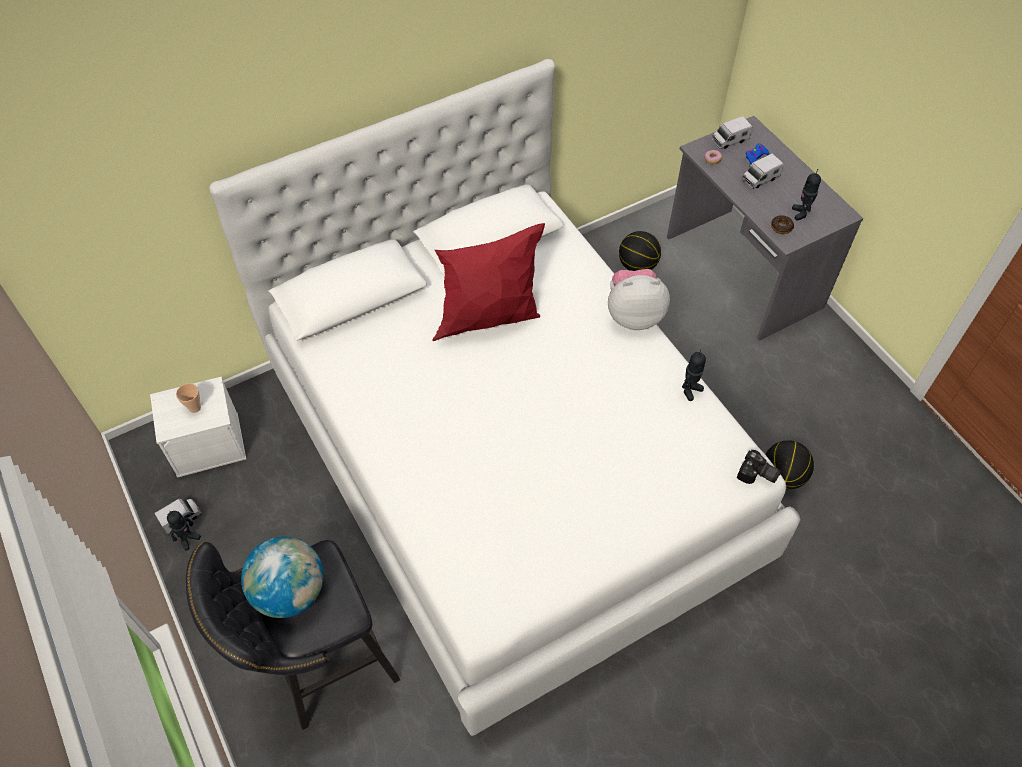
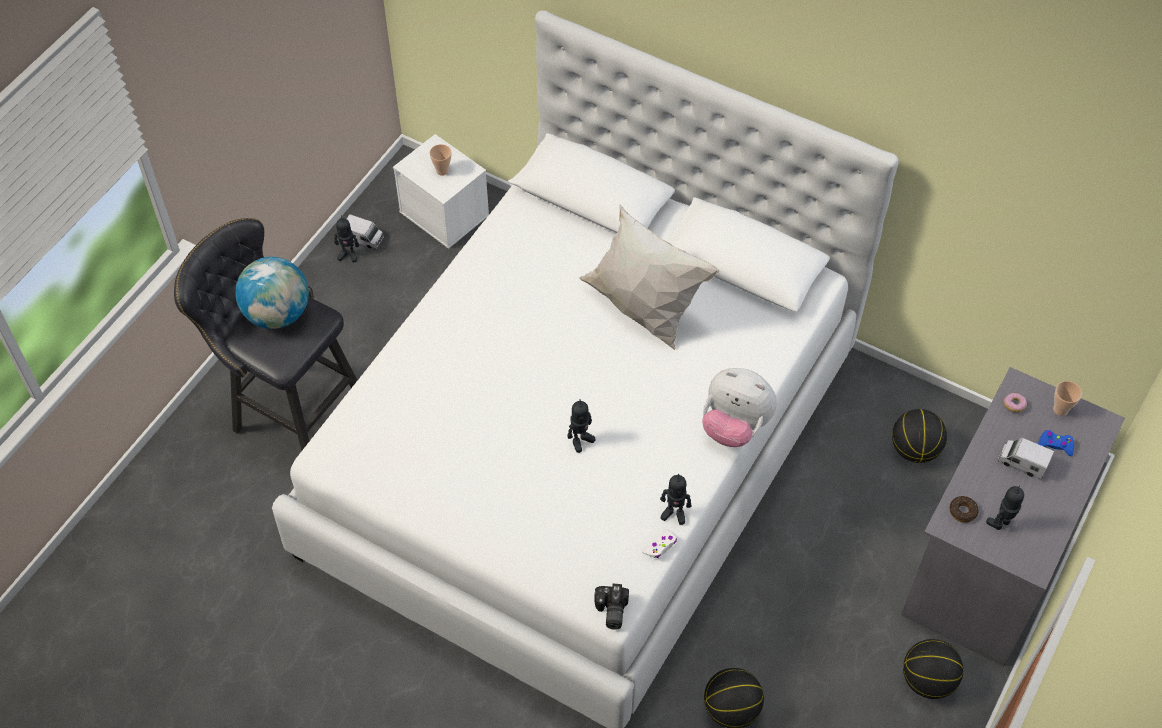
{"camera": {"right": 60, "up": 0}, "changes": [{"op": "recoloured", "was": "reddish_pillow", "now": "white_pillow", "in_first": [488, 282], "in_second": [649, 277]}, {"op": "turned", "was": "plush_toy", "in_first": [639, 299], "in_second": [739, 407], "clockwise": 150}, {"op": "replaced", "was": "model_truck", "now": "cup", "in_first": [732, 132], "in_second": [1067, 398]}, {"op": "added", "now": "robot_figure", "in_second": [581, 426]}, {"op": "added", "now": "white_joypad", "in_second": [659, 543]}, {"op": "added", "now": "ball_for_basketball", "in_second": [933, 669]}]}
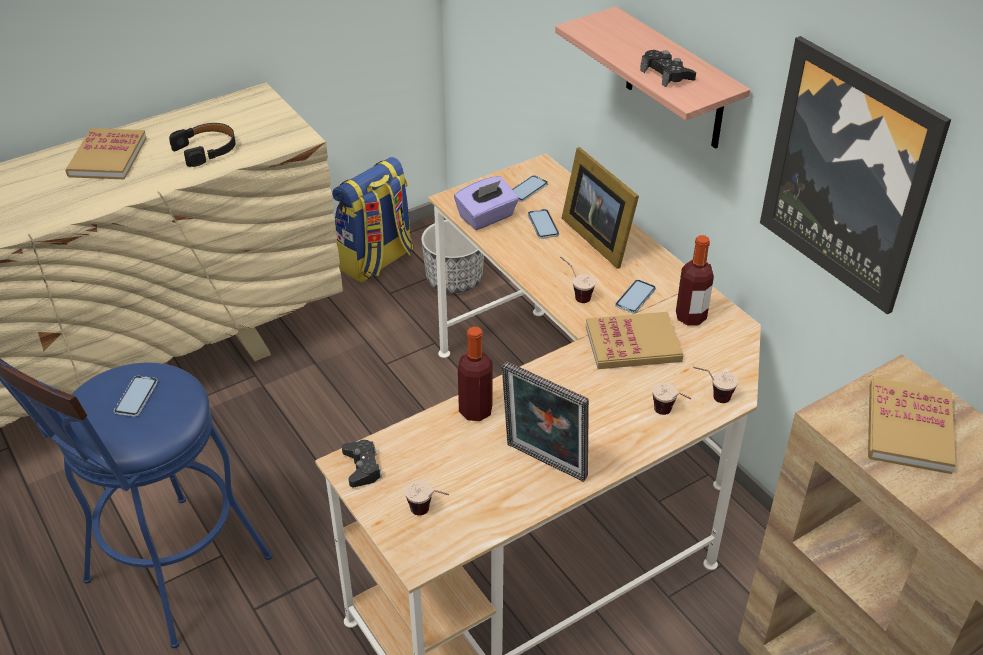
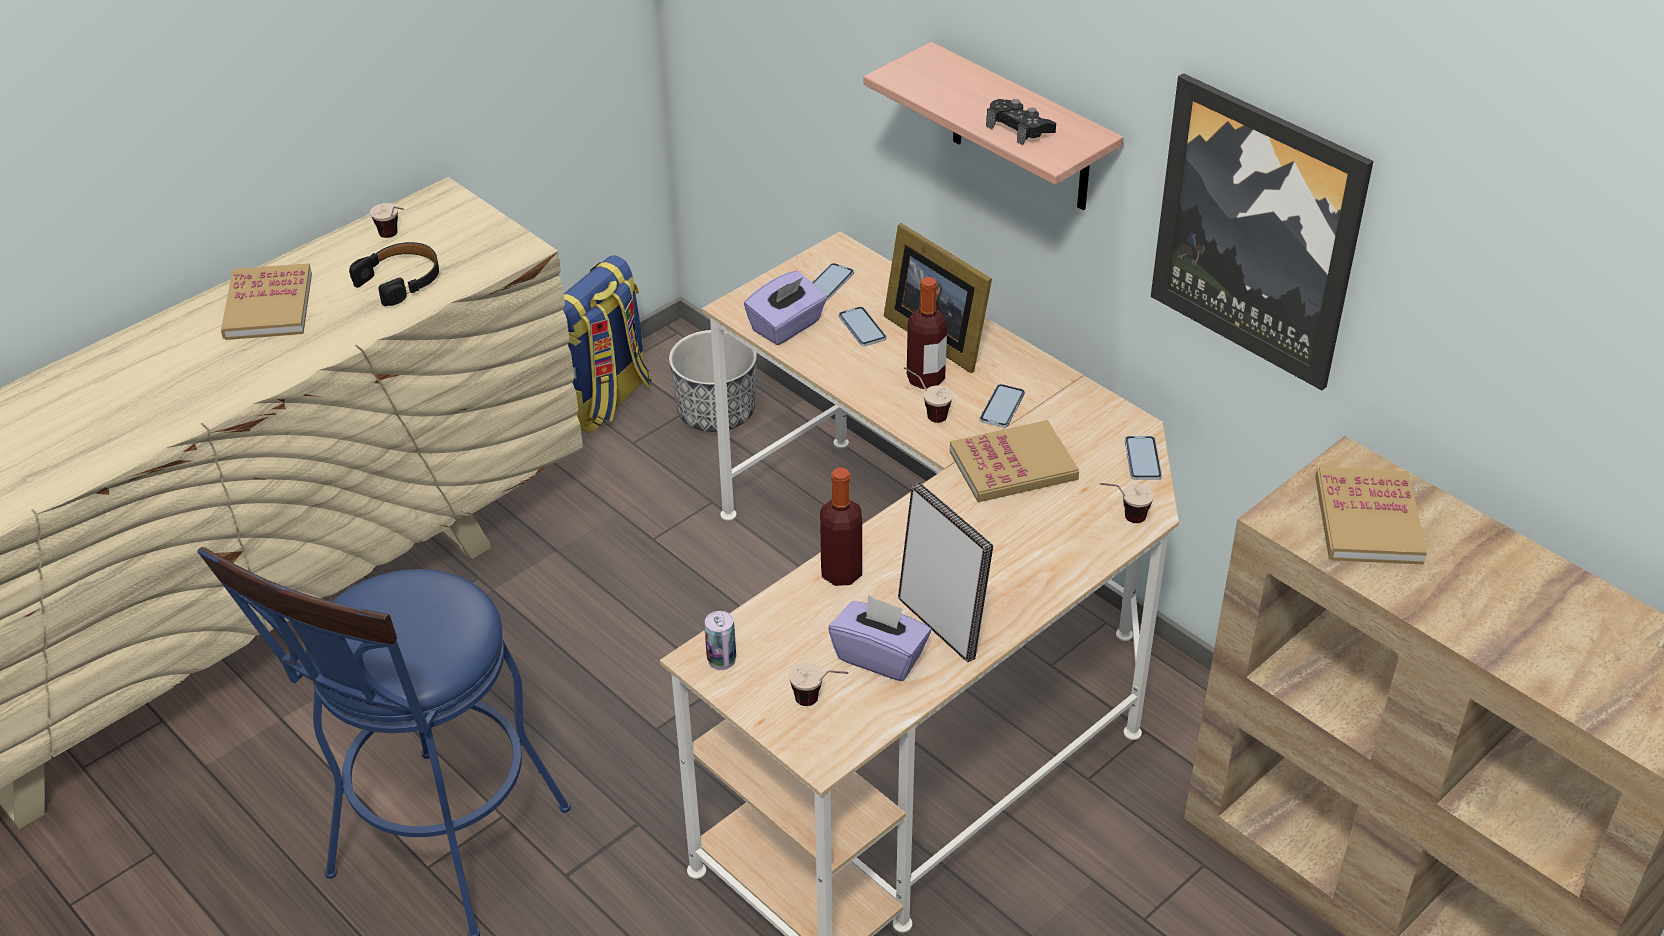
{"camera": {"right": -10, "up": 0}, "changes": [{"op": "moved", "was": "telephone", "in_first": [136, 396], "in_second": [1143, 458]}, {"op": "replaced", "was": "black-coloured_joypad", "now": "metal_can", "in_first": [362, 463], "in_second": [720, 640]}, {"op": "turned", "was": "standing_frame", "in_first": [545, 421], "in_second": [945, 572], "clockwise": -150}, {"op": "moved", "was": "cup", "in_first": [671, 399], "in_second": [387, 220]}, {"op": "moved", "was": "bottle", "in_first": [695, 280], "in_second": [927, 333]}, {"op": "added", "now": "purple_box_of_tissues", "in_second": [880, 638]}]}
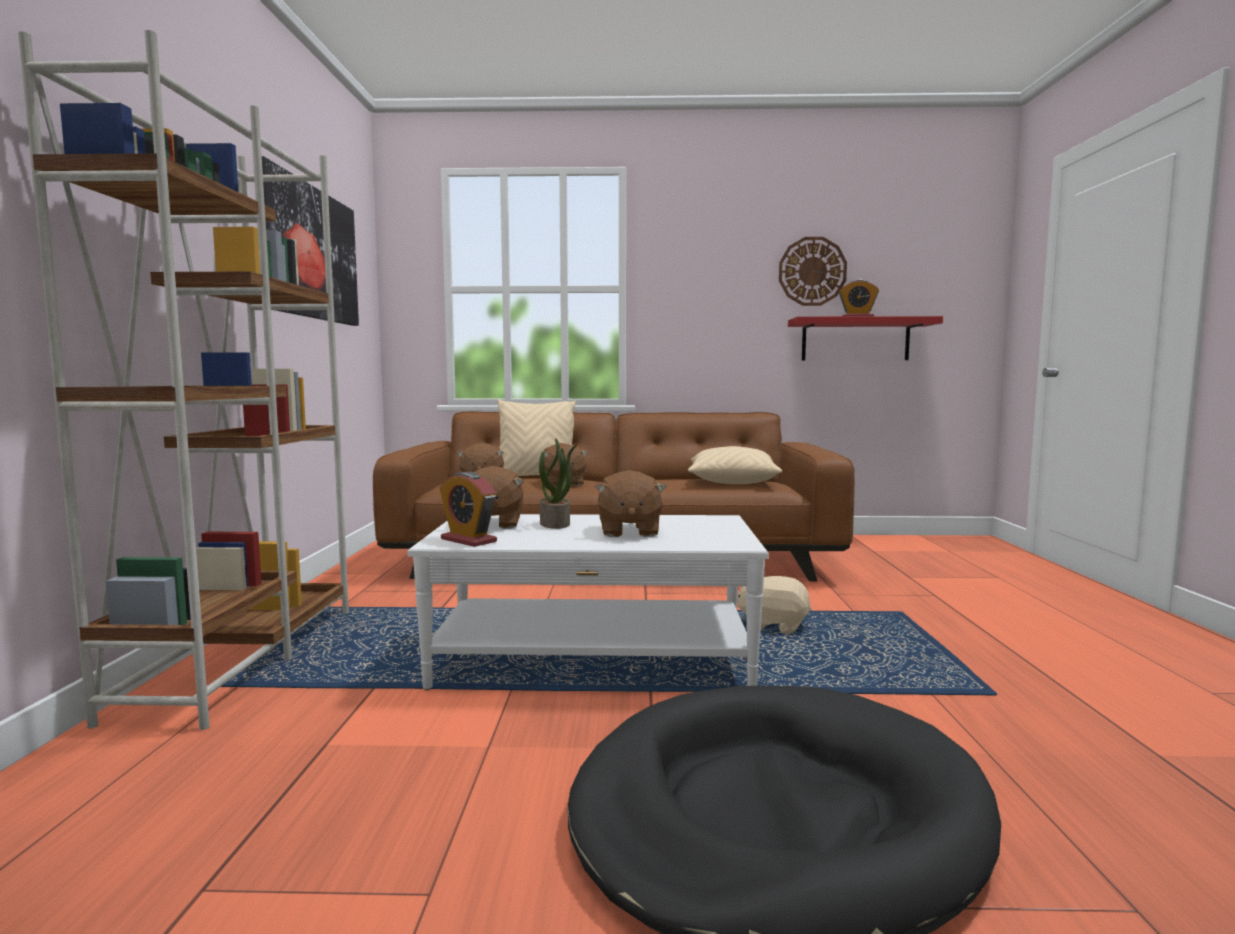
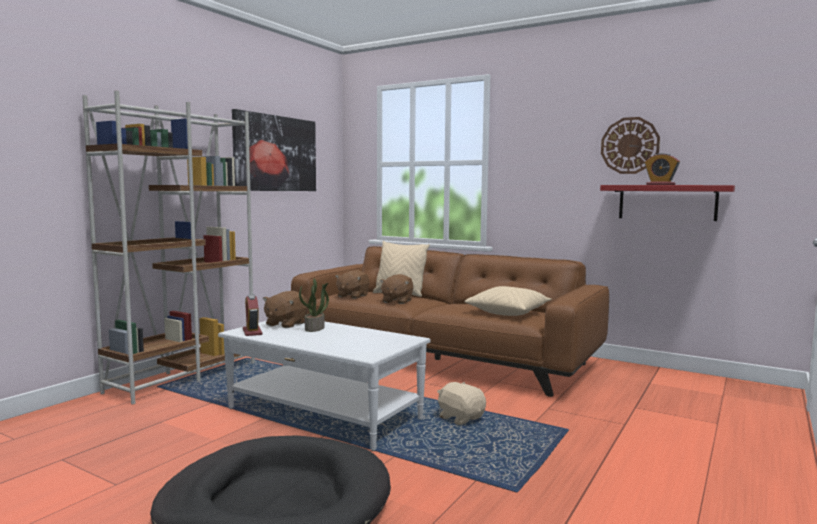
{"camera": {"right": 30, "up": 0}, "changes": [{"op": "removed", "was": "brown-coloured_plush_toy", "in_first": [631, 503]}]}
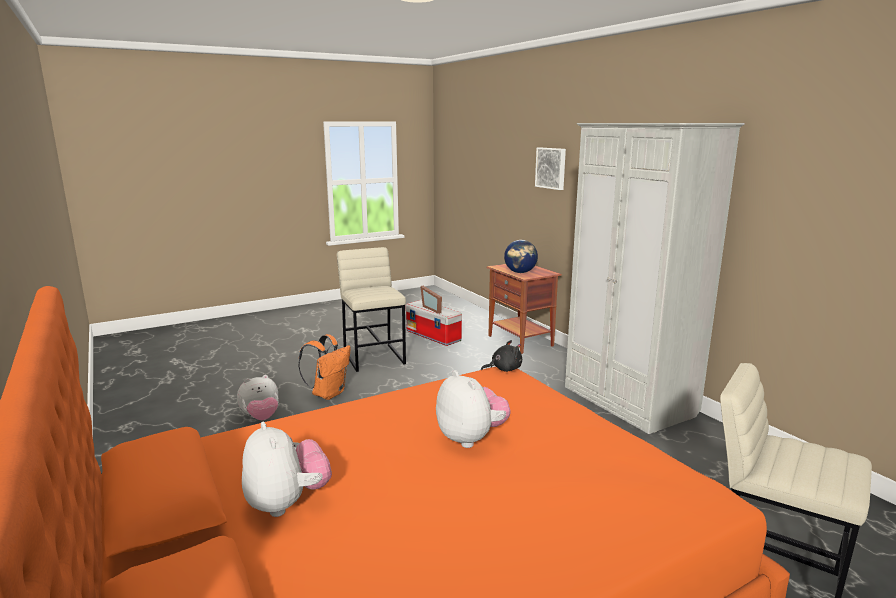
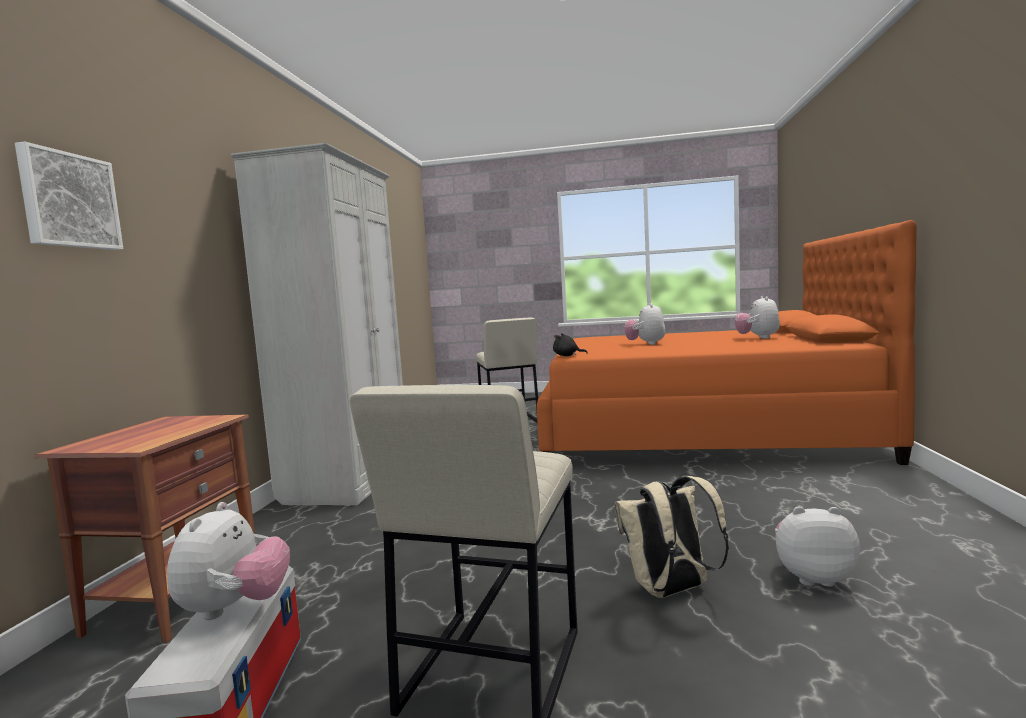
{"camera": {"right": -140, "up": -10}, "changes": [{"op": "recoloured", "was": "orange-coloured_knapsack", "now": "sand-coloured_knapsack", "in_first": [324, 367], "in_second": [672, 537]}, {"op": "replaced", "was": "standing_frame", "now": "plush_toy", "in_first": [431, 300], "in_second": [228, 561]}, {"op": "removed", "was": "globe", "in_first": [521, 256]}]}
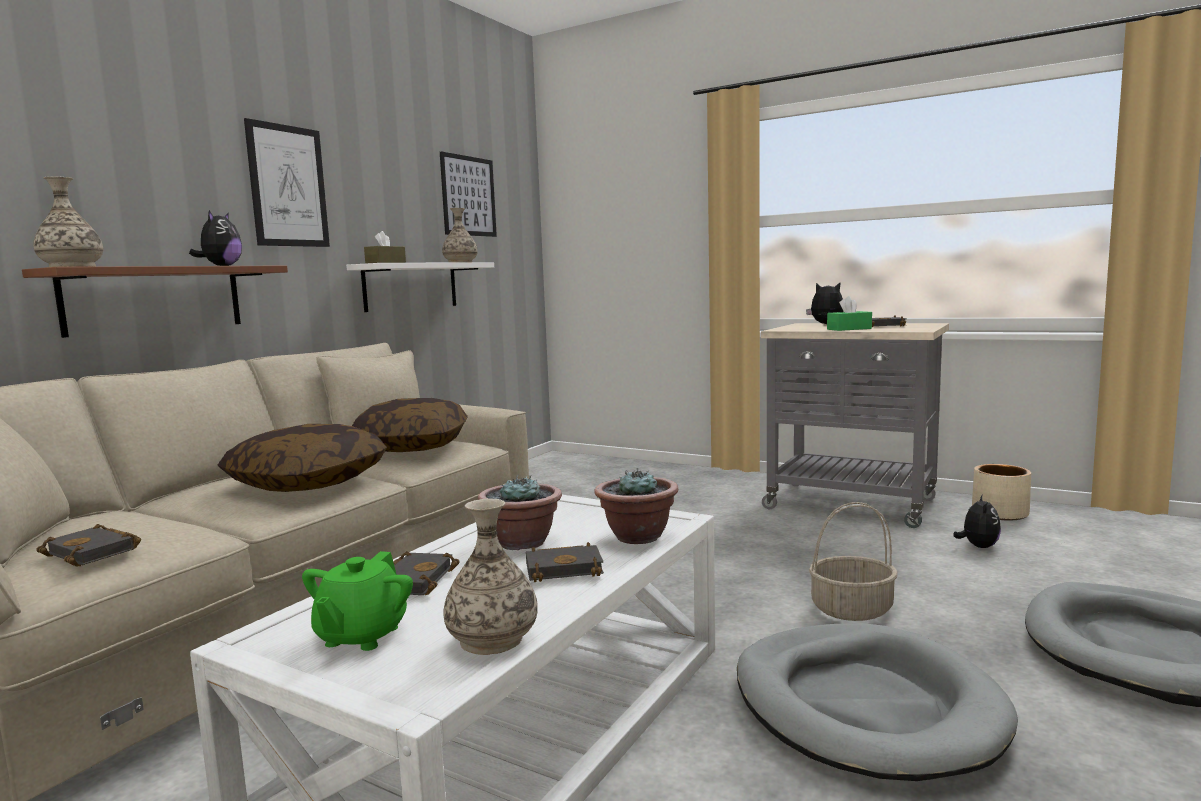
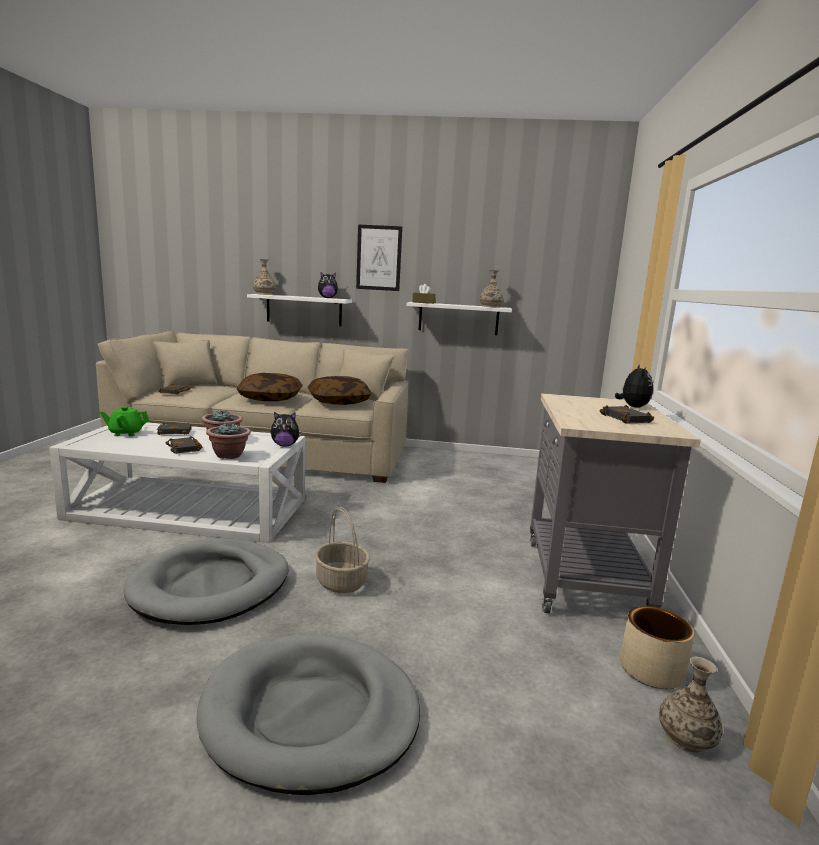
{"camera": {"right": 65, "up": 5}, "changes": [{"op": "recoloured", "was": "brown-coloured_shelf", "now": "white_shelf", "in_first": [155, 302], "in_second": [299, 310]}, {"op": "removed", "was": "picture", "in_first": [468, 194]}, {"op": "moved", "was": "vase", "in_first": [491, 577], "in_second": [691, 705]}, {"op": "removed", "was": "greenish_box_of_tissues", "in_first": [849, 313]}, {"op": "moved", "was": "plush_toy", "in_first": [977, 521], "in_second": [286, 429]}]}
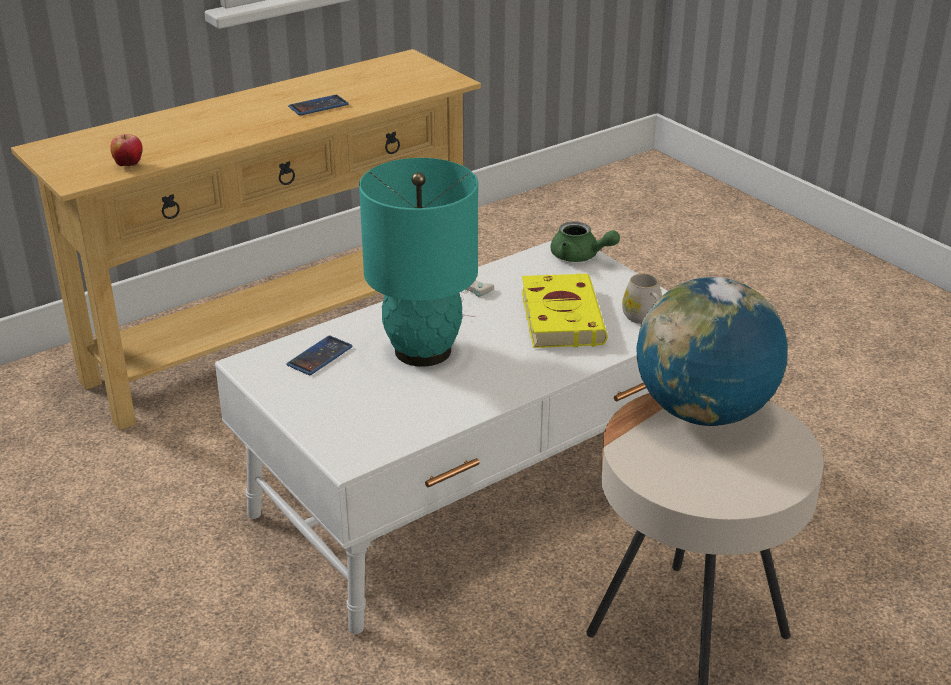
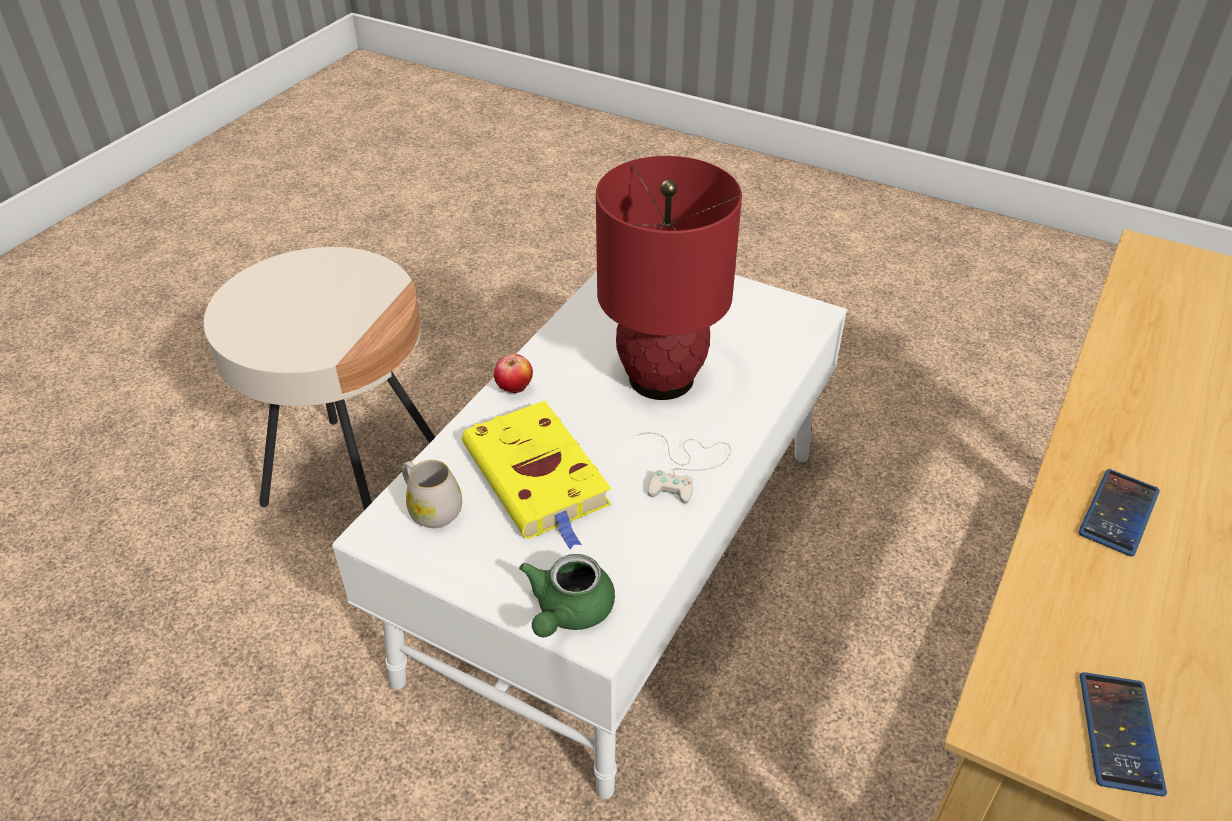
{"camera": {"right": 155, "up": 10}, "changes": [{"op": "moved", "was": "apple_fruit", "in_first": [126, 150], "in_second": [513, 373]}, {"op": "moved", "was": "telephone", "in_first": [319, 355], "in_second": [1123, 734]}, {"op": "recoloured", "was": "turquoise_table_lamp", "now": "reddish_table_lamp", "in_first": [418, 262], "in_second": [669, 278]}, {"op": "turned", "was": "greenish_pot_for_tea", "in_first": [585, 241], "in_second": [567, 596], "clockwise": -75}, {"op": "removed", "was": "globe", "in_first": [711, 351]}]}
